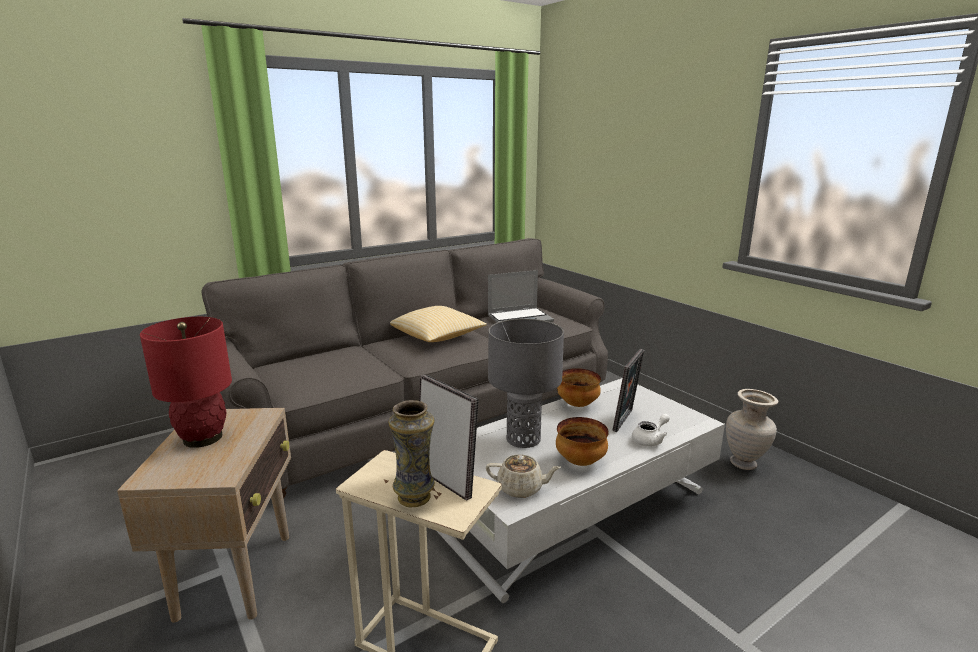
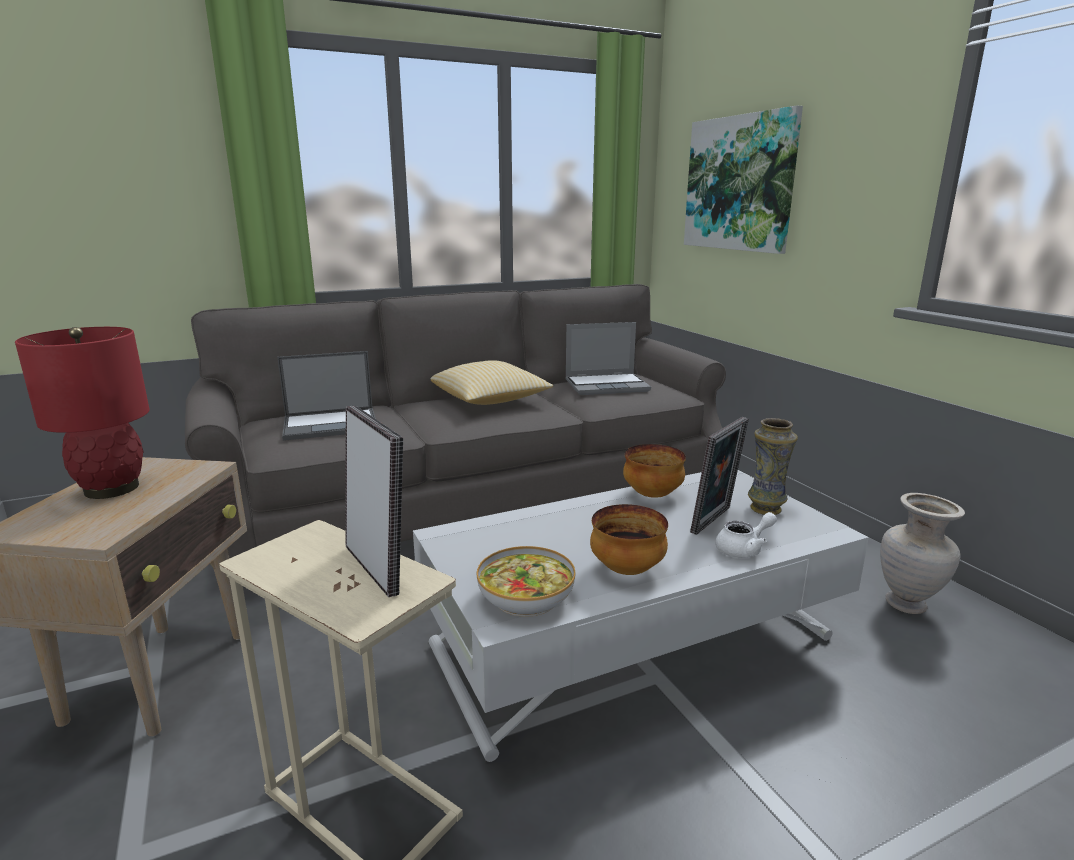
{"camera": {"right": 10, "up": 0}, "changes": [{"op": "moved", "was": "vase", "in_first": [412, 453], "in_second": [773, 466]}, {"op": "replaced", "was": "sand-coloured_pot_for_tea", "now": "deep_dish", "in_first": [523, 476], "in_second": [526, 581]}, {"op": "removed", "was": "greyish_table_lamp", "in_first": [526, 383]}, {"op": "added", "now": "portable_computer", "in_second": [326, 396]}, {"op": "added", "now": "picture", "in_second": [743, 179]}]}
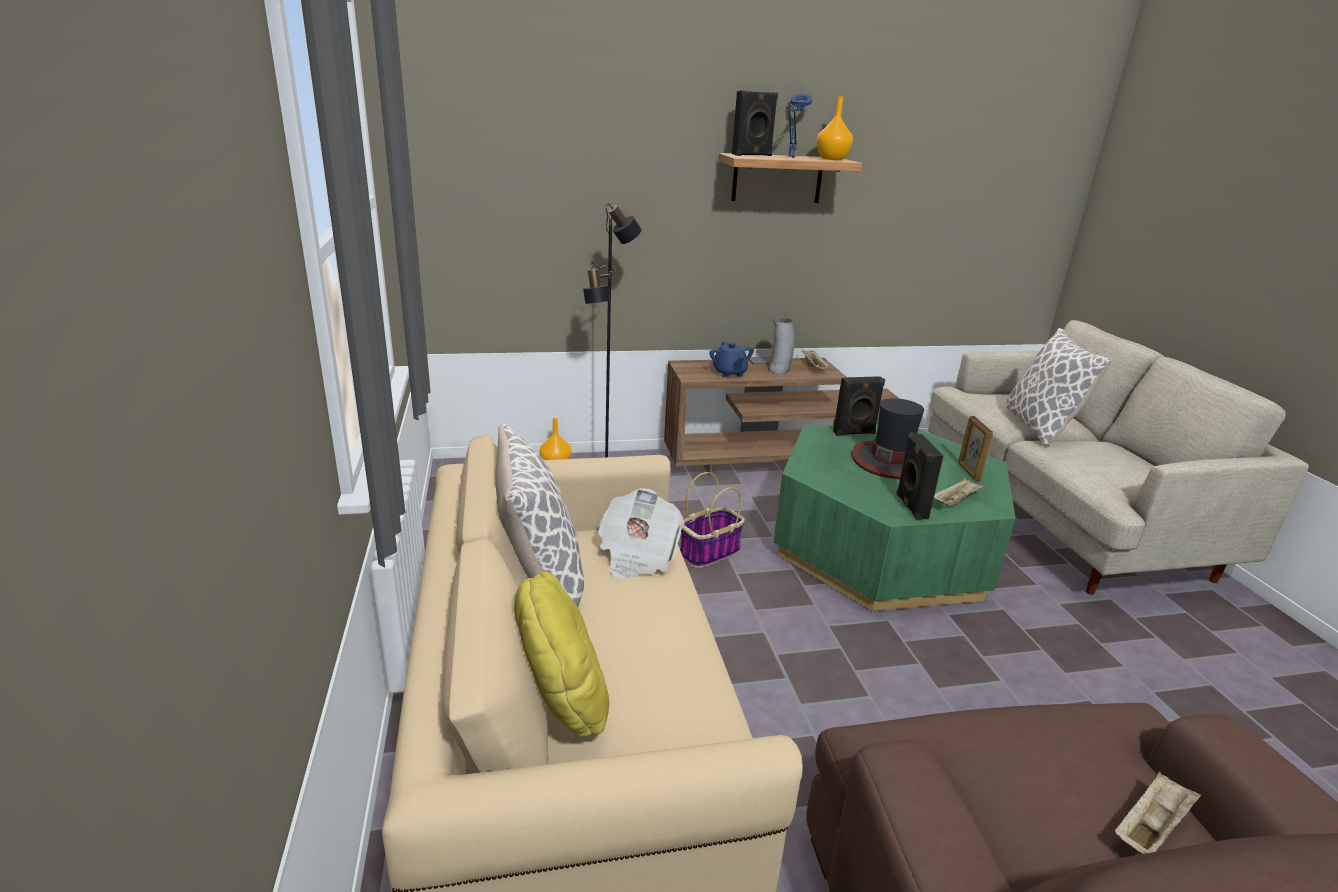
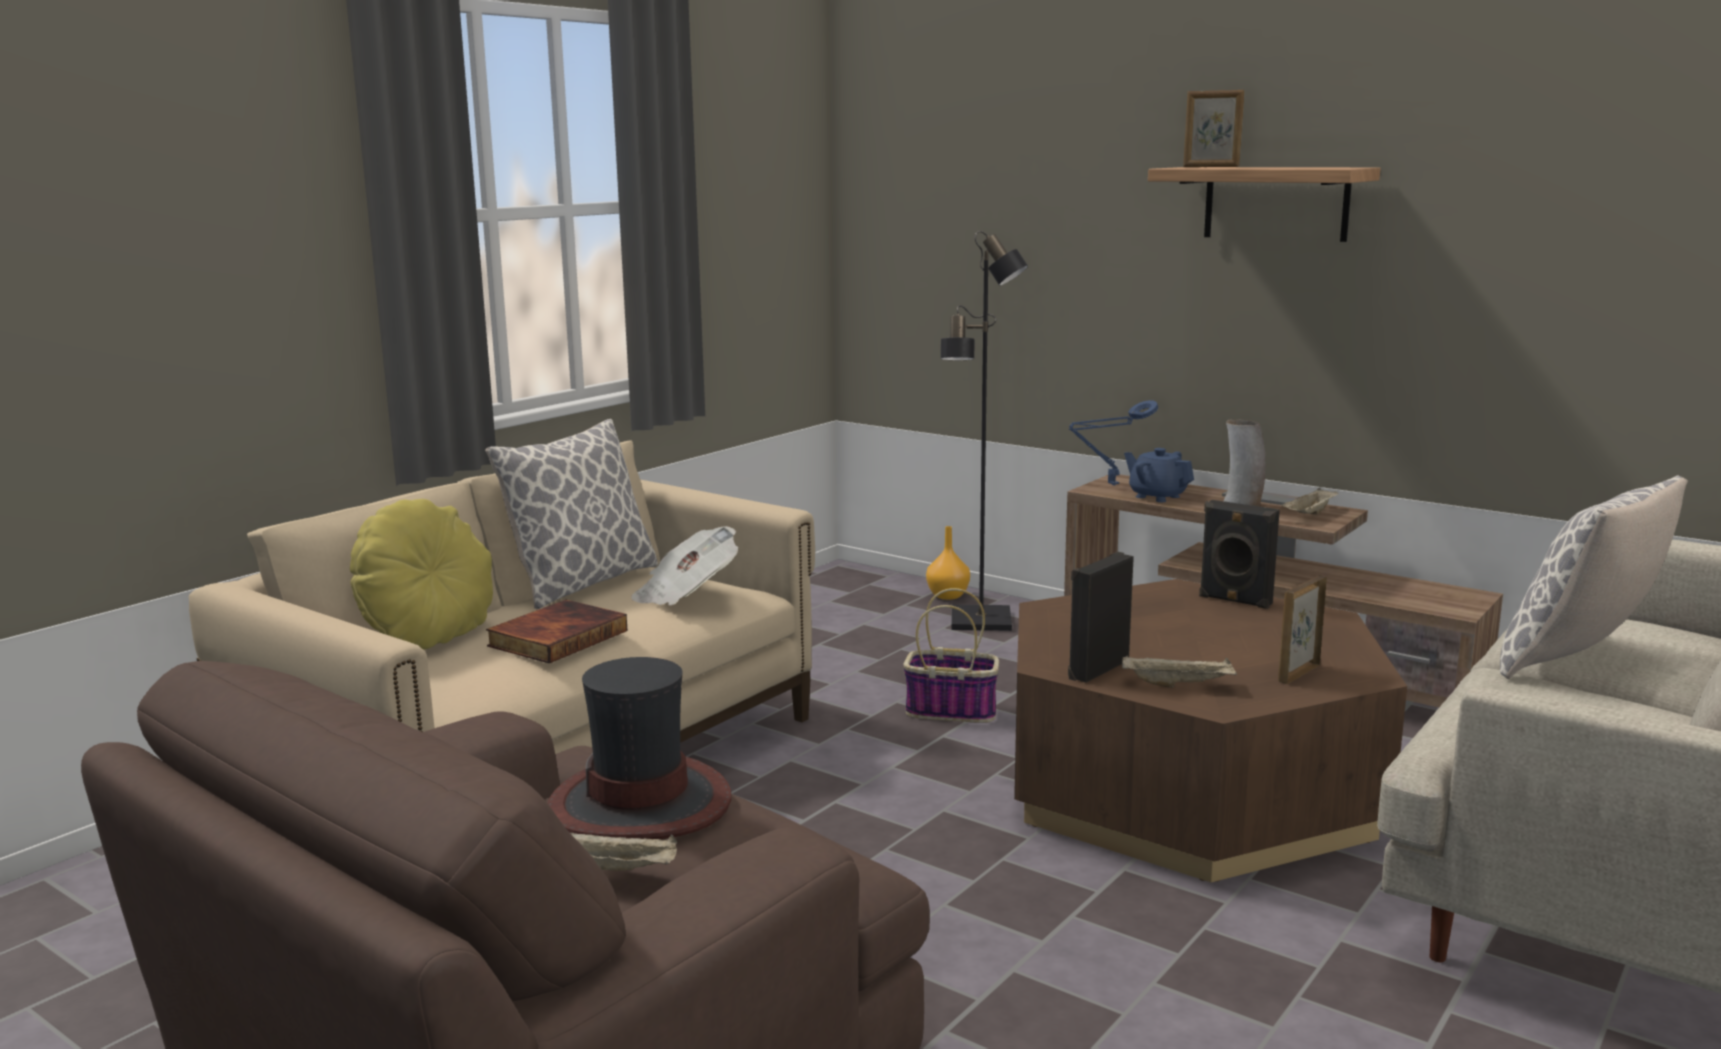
{"camera": {"right": 50, "up": -10}, "changes": [{"op": "turned", "was": "bluish_pot_for_tea", "in_first": [731, 359], "in_second": [1159, 475], "clockwise": 105}, {"op": "replaced", "was": "black-coloured_speaker", "now": "standing_frame", "in_first": [755, 123], "in_second": [1214, 128]}, {"op": "recoloured", "was": "greenish_low_table", "now": "brown-coloured_low_table", "in_first": [894, 517], "in_second": [1210, 730]}, {"op": "moved", "was": "bluish_table_lamp", "in_first": [800, 126], "in_second": [1113, 442]}, {"op": "removed", "was": "orange-coloured_vase", "in_first": [835, 128]}, {"op": "moved", "was": "hat", "in_first": [888, 438], "in_second": [639, 748]}, {"op": "added", "now": "bound_book", "in_second": [557, 631]}]}
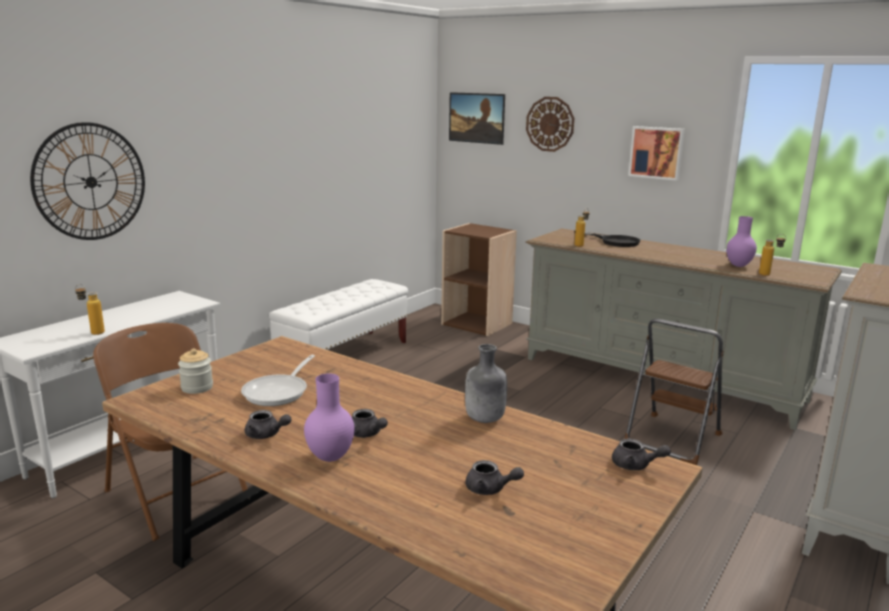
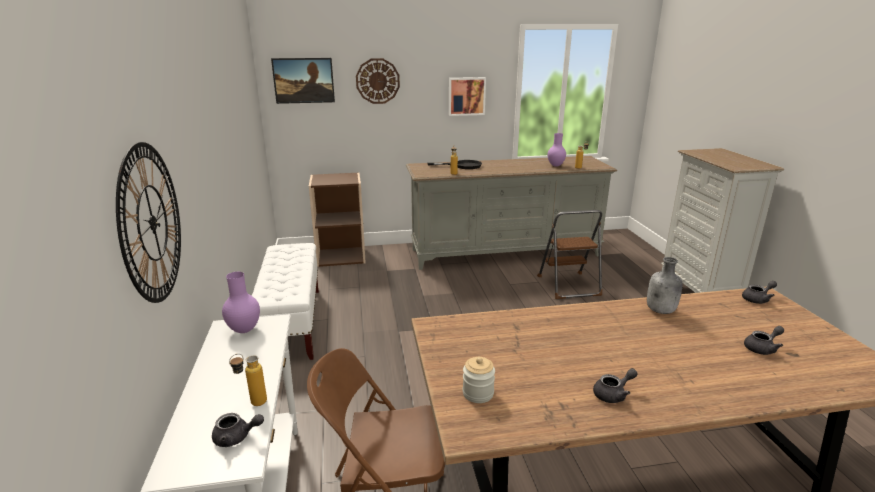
{"camera": {"right": -45, "up": 5}, "changes": [{"op": "removed", "was": "skillet", "in_first": [278, 380]}, {"op": "moved", "was": "purple_vase", "in_first": [329, 417], "in_second": [241, 302]}, {"op": "moved", "was": "greyish_pot_for_tea", "in_first": [370, 423], "in_second": [238, 430]}]}
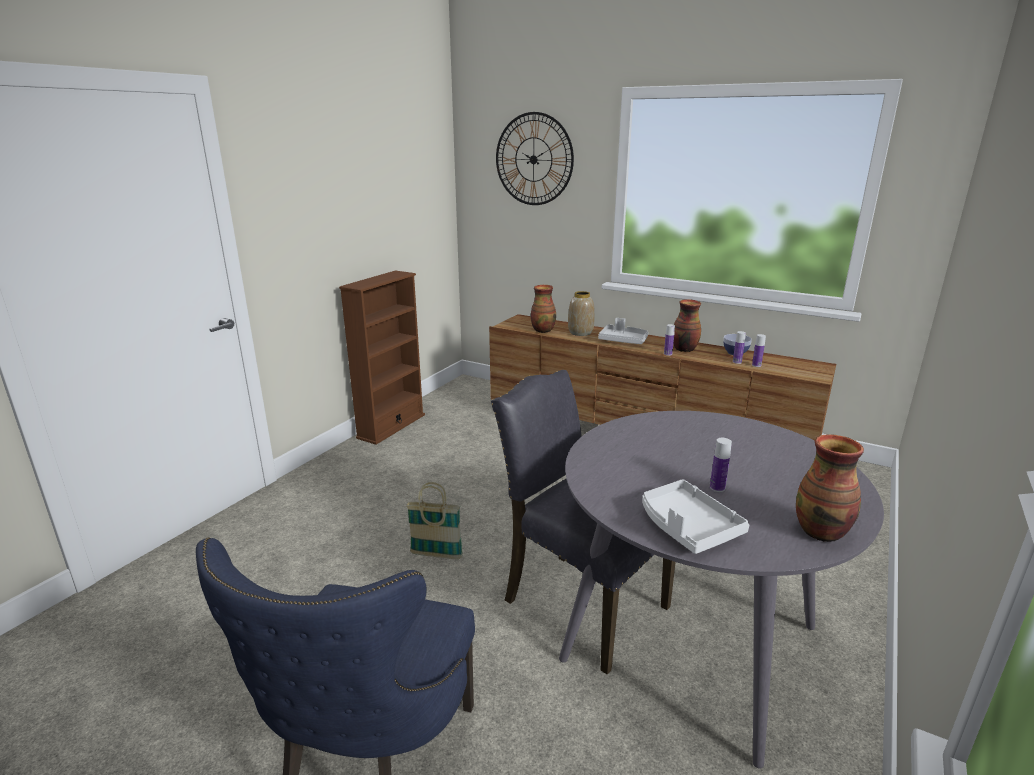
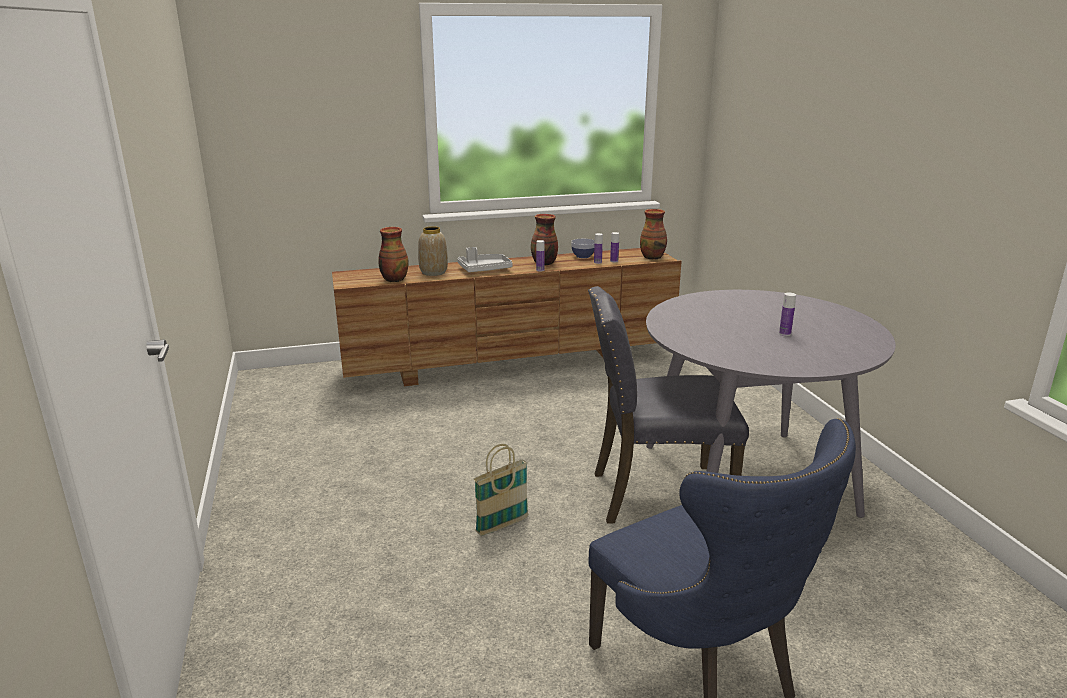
{"camera": {"right": -45, "up": 0}, "changes": [{"op": "removed", "was": "brown-coloured_bookcase", "in_first": [382, 357]}, {"op": "removed", "was": "wall_clock", "in_first": [535, 158]}, {"op": "removed", "was": "white_tray", "in_first": [695, 516]}, {"op": "moved", "was": "vase", "in_first": [830, 488], "in_second": [653, 234]}]}
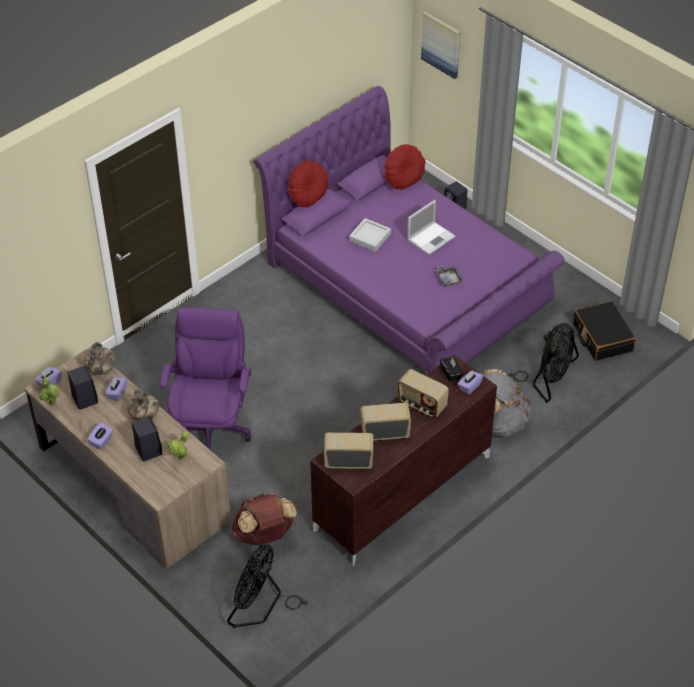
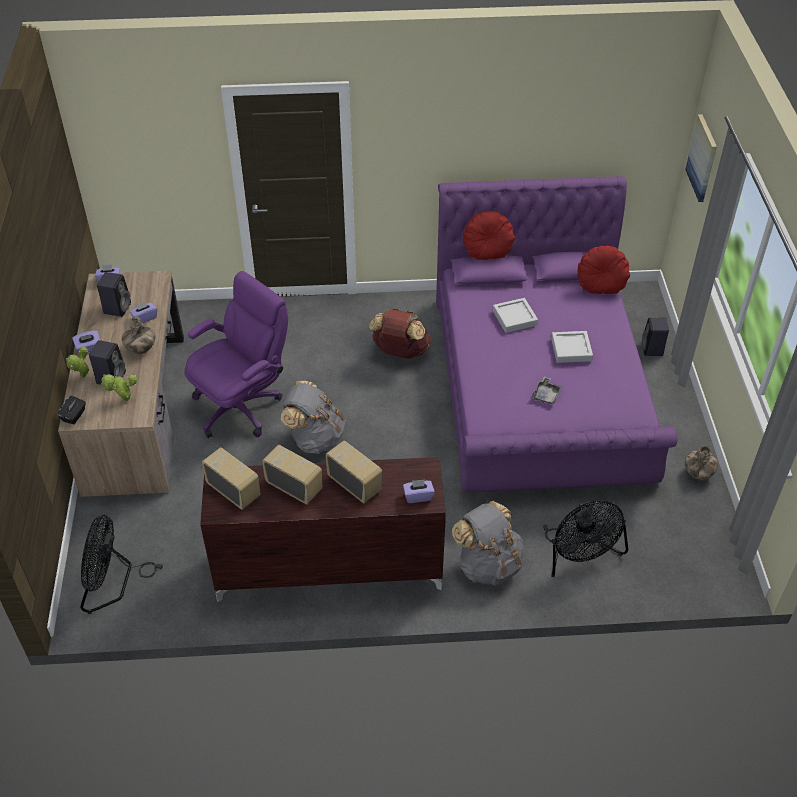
{"camera": {"right": 40, "up": 0}, "changes": [{"op": "moved", "was": "houseplant", "in_first": [49, 391], "in_second": [78, 362]}, {"op": "moved", "was": "vase", "in_first": [99, 358], "in_second": [701, 463]}, {"op": "turned", "was": "black-coloured_fan", "in_first": [267, 586], "in_second": [121, 564], "clockwise": -60}, {"op": "moved", "was": "brown-coloured_knapsack", "in_first": [264, 518], "in_second": [400, 333]}, {"op": "turned", "was": "radio", "in_first": [423, 394], "in_second": [353, 472], "clockwise": 150}, {"op": "replaced", "was": "portable_computer", "now": "greyish_tray", "in_first": [431, 227], "in_second": [572, 347]}, {"op": "moved", "was": "black-coloured_box_of_tissues", "in_first": [451, 369], "in_second": [72, 410]}, {"op": "removed", "was": "black-coloured_travel_case", "in_first": [604, 331]}, {"op": "added", "now": "greyish_knapsack", "in_second": [313, 417]}]}
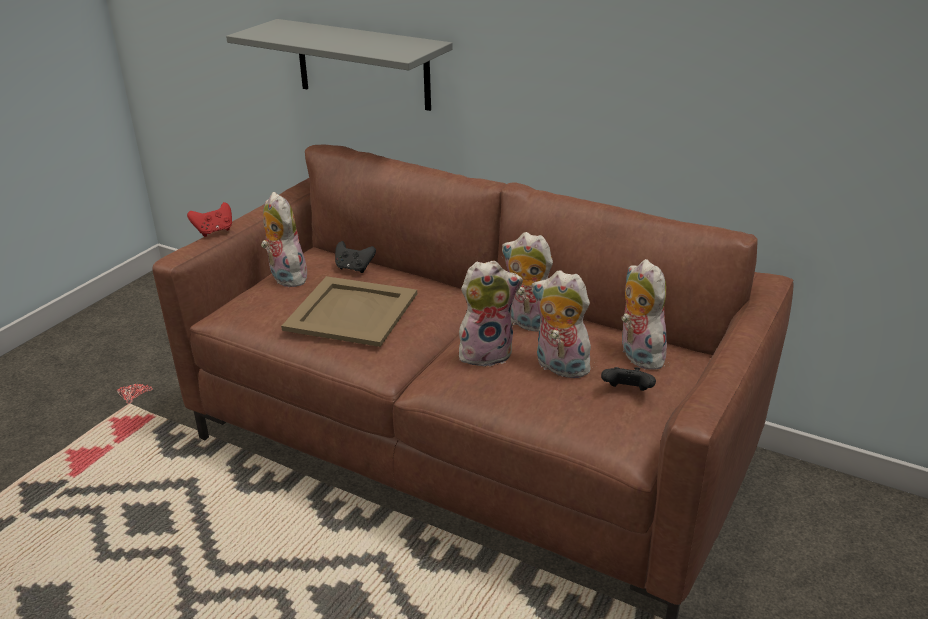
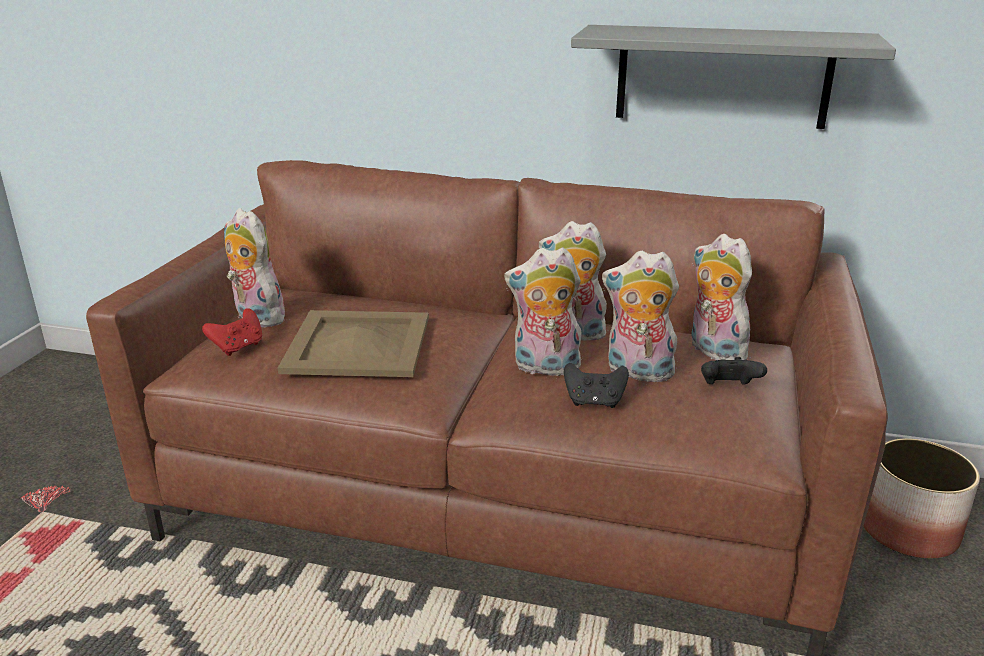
{"camera": {"right": -15, "up": -5}, "changes": [{"op": "moved", "was": "reddish_joypad", "in_first": [209, 219], "in_second": [232, 332]}, {"op": "moved", "was": "greyish_shelf", "in_first": [339, 65], "in_second": [733, 77]}, {"op": "moved", "was": "black-coloured_joypad", "in_first": [355, 257], "in_second": [596, 385]}, {"op": "turned", "was": "plush_toy", "in_first": [491, 313], "in_second": [543, 311], "clockwise": -150}, {"op": "added", "now": "flower_pot", "in_second": [921, 498]}]}
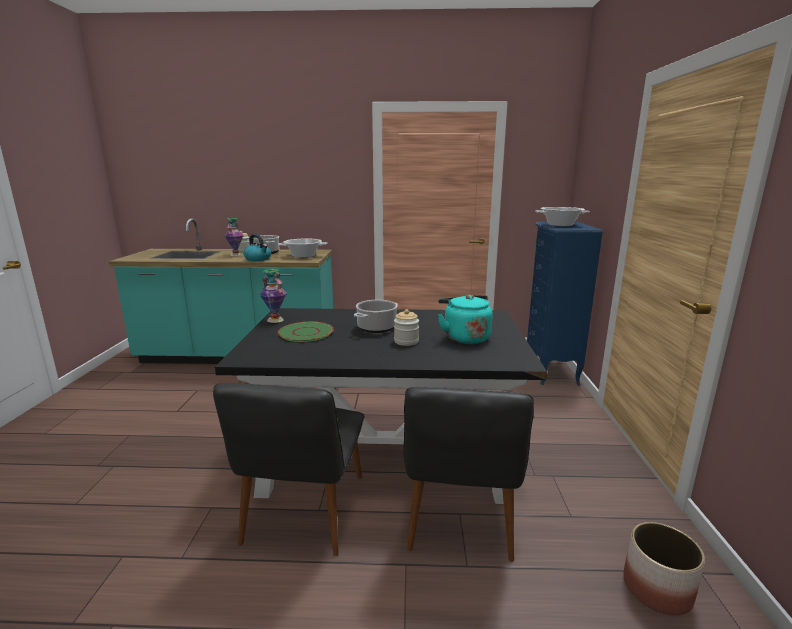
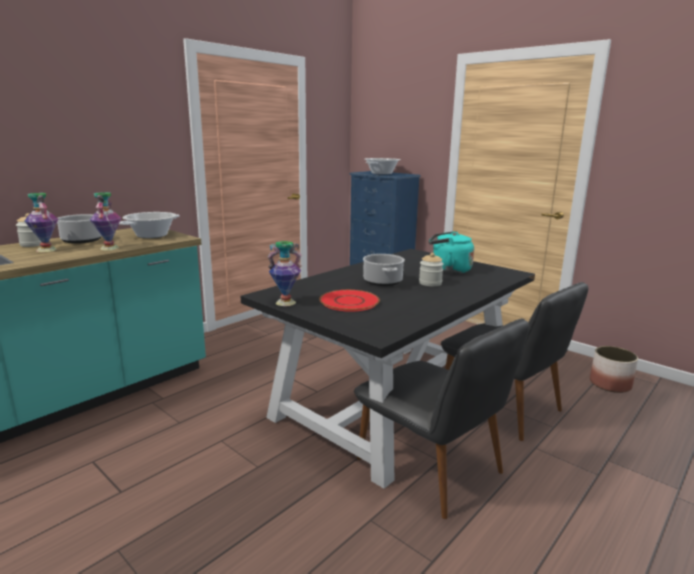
{"camera": {"right": -50, "up": 0}, "changes": [{"op": "replaced", "was": "water_kettle", "now": "vase", "in_first": [257, 247], "in_second": [105, 221]}, {"op": "recoloured", "was": "greenish_dinner_plate", "now": "reddish_dinner_plate", "in_first": [306, 332], "in_second": [349, 301]}]}
